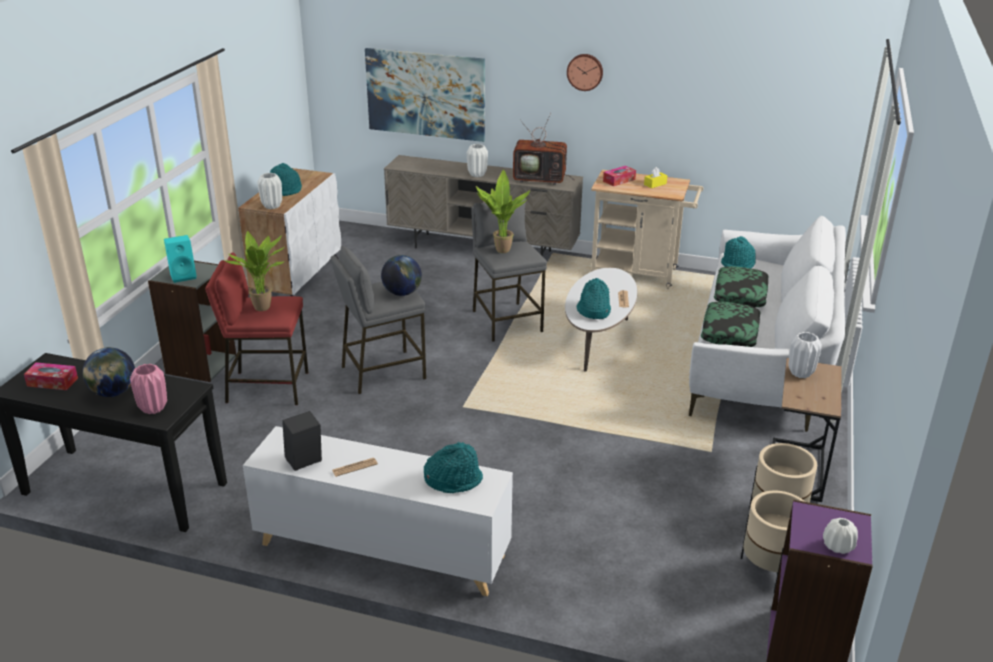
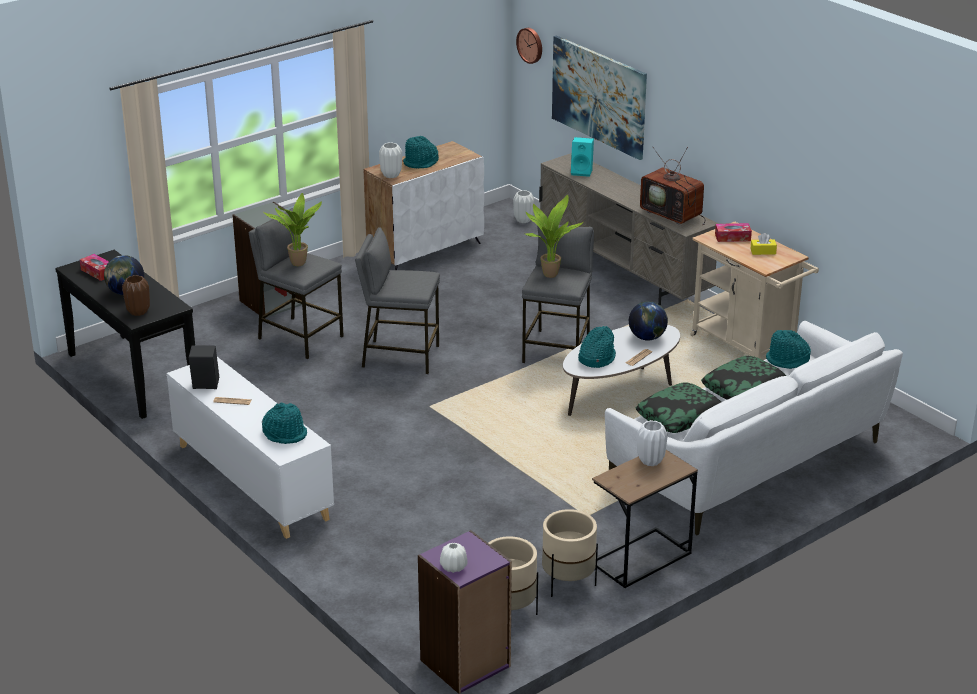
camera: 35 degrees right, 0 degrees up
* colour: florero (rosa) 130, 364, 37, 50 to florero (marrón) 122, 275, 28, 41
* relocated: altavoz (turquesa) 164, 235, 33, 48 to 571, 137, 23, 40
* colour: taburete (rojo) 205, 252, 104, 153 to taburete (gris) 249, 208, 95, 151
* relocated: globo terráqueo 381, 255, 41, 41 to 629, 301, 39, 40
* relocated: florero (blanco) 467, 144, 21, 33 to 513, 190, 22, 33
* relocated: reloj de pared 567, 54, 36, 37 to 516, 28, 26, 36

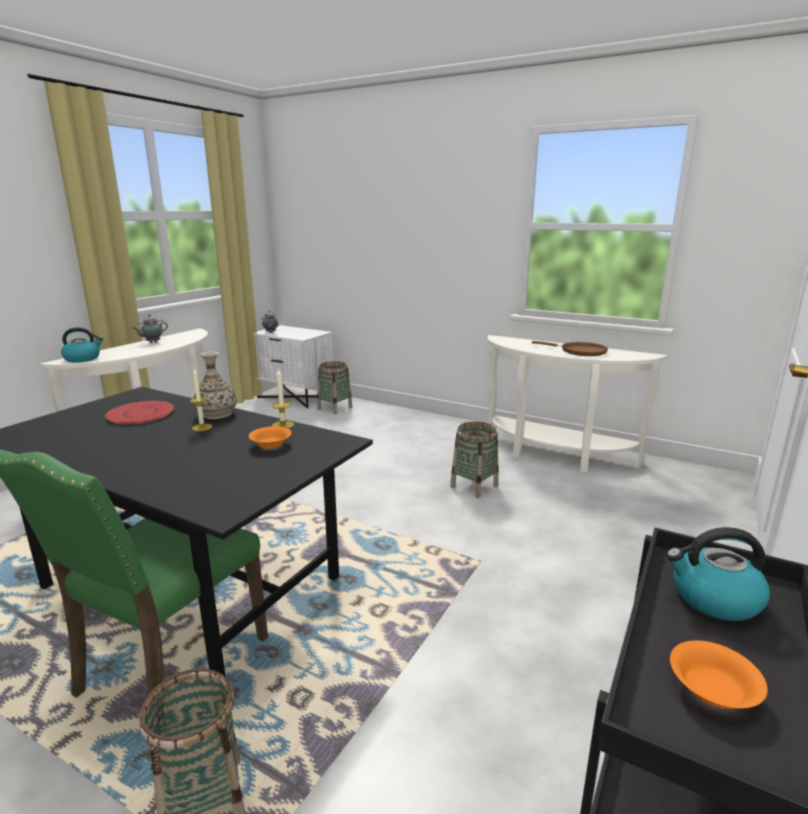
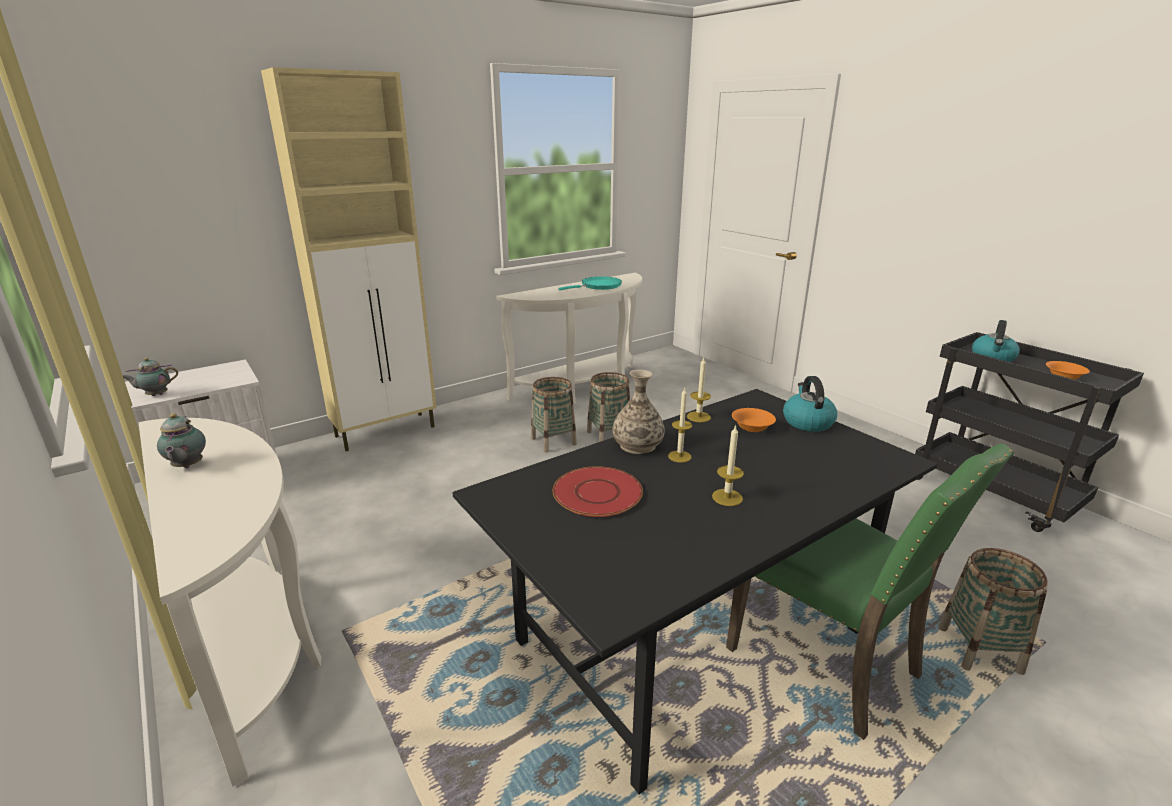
camera: 65 degrees left, 5 degrees up
* relocated: hervidor 61, 327, 42, 35 to 783, 376, 54, 56
* relocated: cesta 317, 361, 35, 53 to 531, 377, 46, 76
* colour: sartén (marrón) 532, 341, 76, 15 to sartén (turquesa) 558, 276, 64, 14
* appeared: armario (beis) 261, 67, 176, 384
* appeared: vela 712, 425, 32, 81

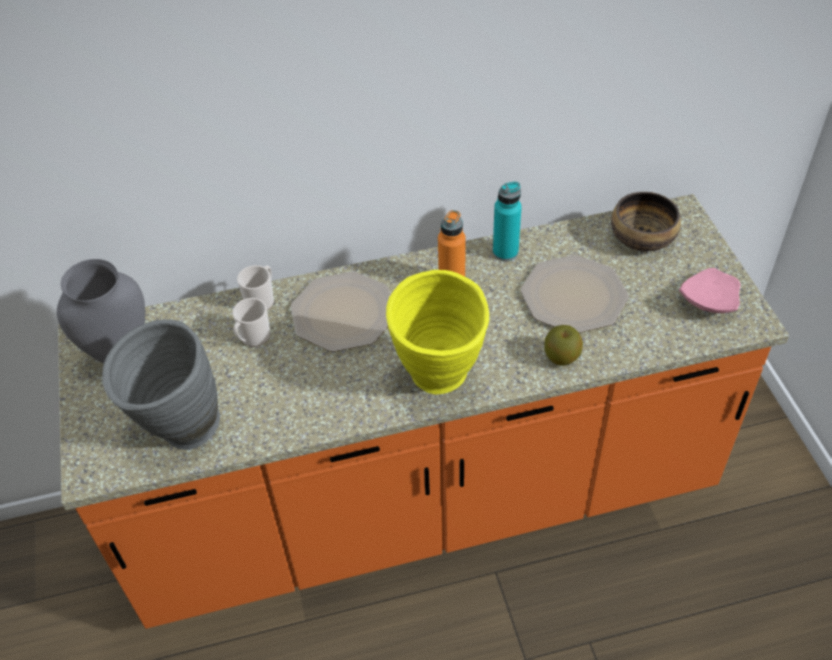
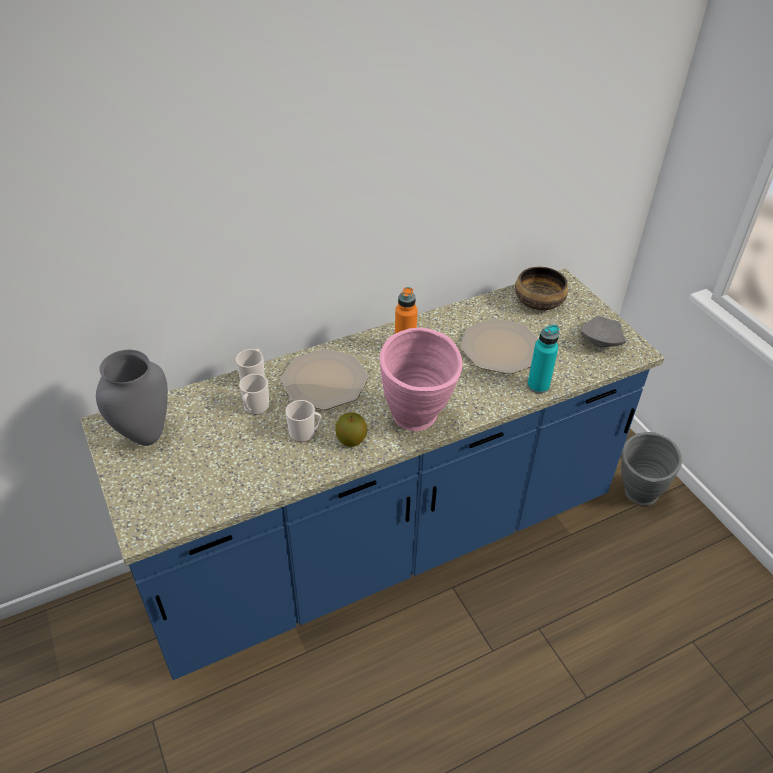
camera: 15 degrees left, 5 degrees down
* colour: mueble bajo de cocina (naranja) 58, 194, 731, 435 to mueble bajo de cocina (azul) 80, 269, 585, 411
* relocated: florero (gris) 102, 320, 118, 130 to 621, 432, 61, 74
* colour: florero (amarillo) 386, 270, 103, 124 to florero (rosa) 380, 328, 82, 103
* relocated: botella (turquesa) 493, 181, 29, 80 to 527, 325, 33, 68
* relocated: manzana 544, 325, 39, 41 to 335, 412, 32, 35
* colour: plato (rosa) 679, 268, 62, 45 to plato (gris) 580, 316, 46, 31
* appeared: taza grande 285, 400, 37, 42

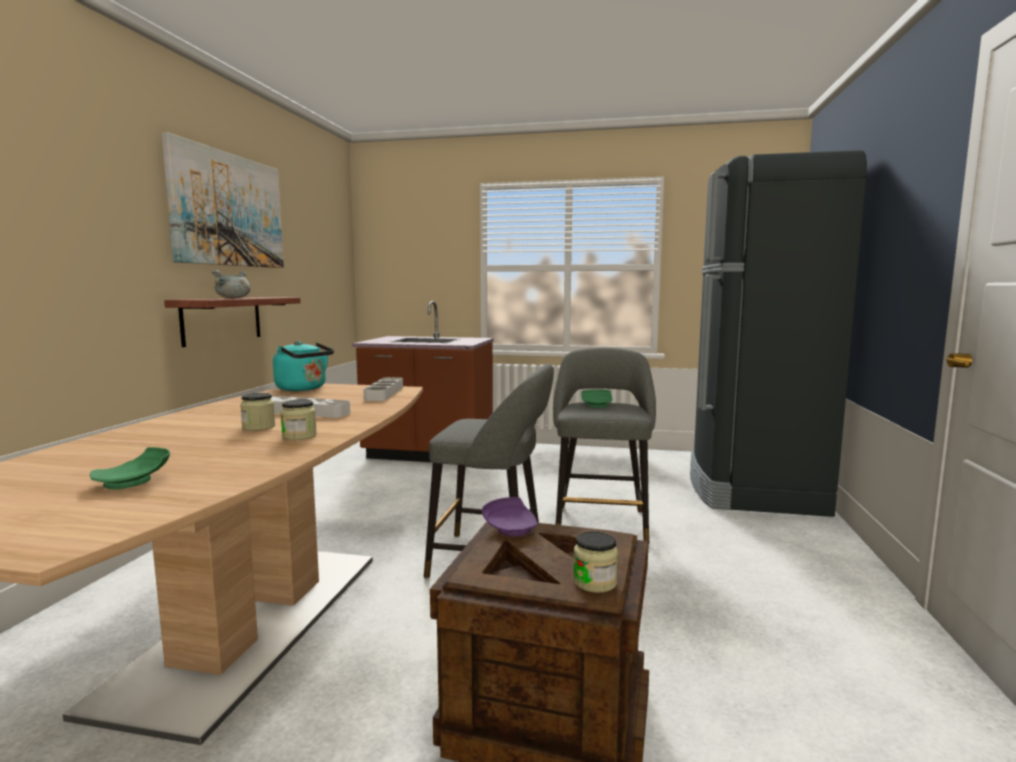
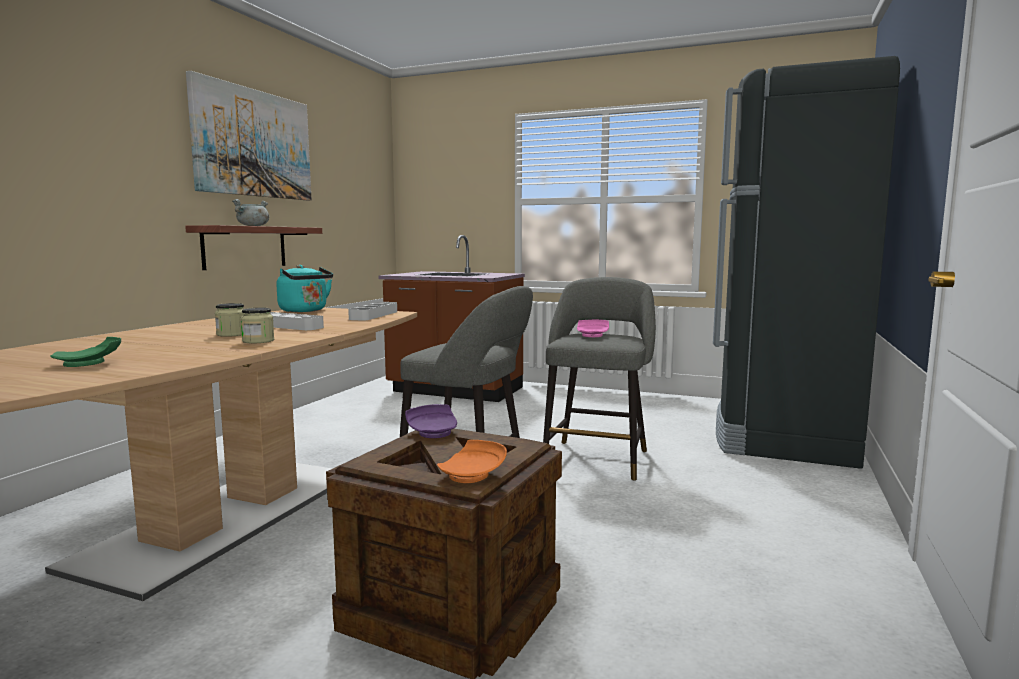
camera: 10 degrees right, 0 degrees up
* exchanged: tarro 573, 531, 45, 62 to plato (naranja) 437, 440, 70, 43
* colour: plato (verde) 581, 389, 32, 19 to plato (rosa) 577, 320, 32, 17

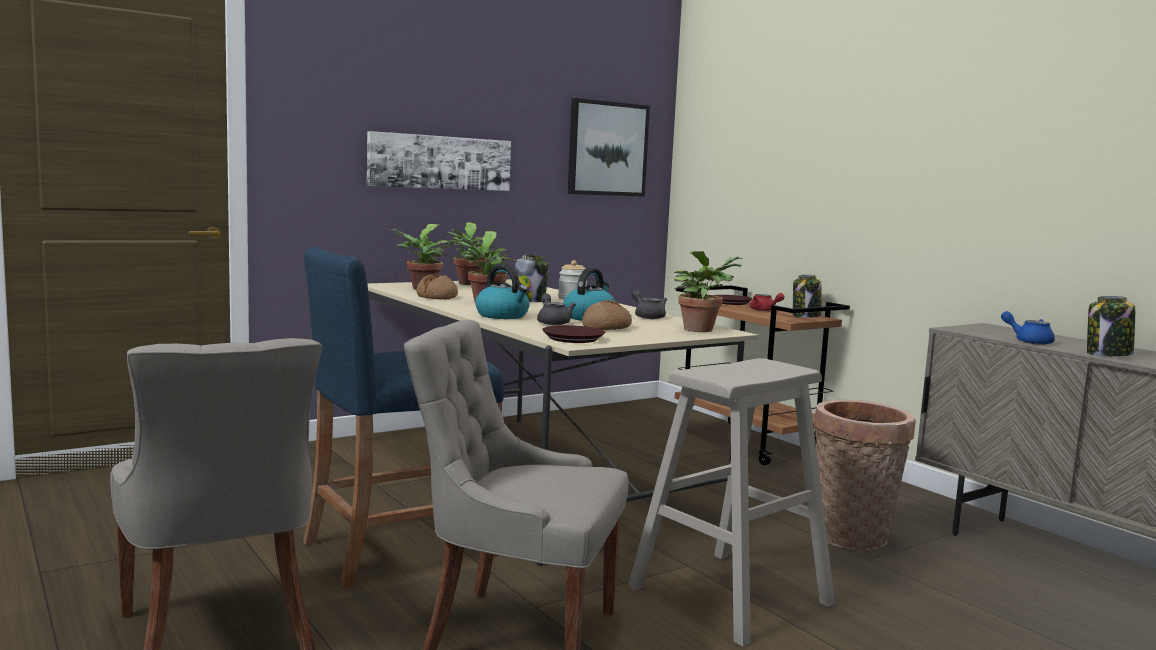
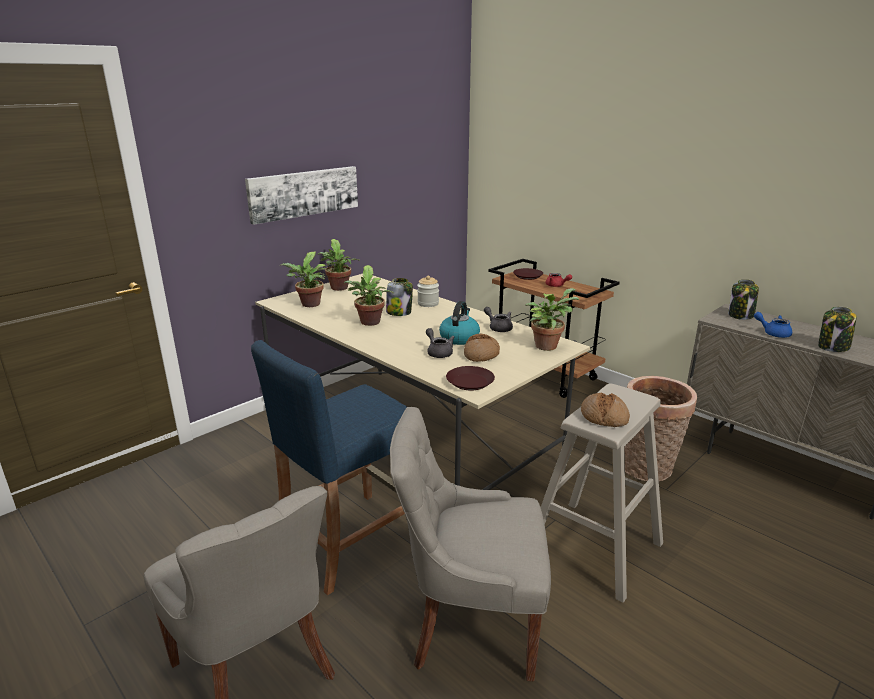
camera: 10 degrees left, 15 degrees up
* relocated: pan 416, 274, 42, 25 to 581, 393, 49, 34
* missing: hervidor 475, 265, 55, 54
* missing: cuadro 568, 98, 82, 99
* relocated: tarro 793, 275, 29, 43 to 728, 279, 31, 41

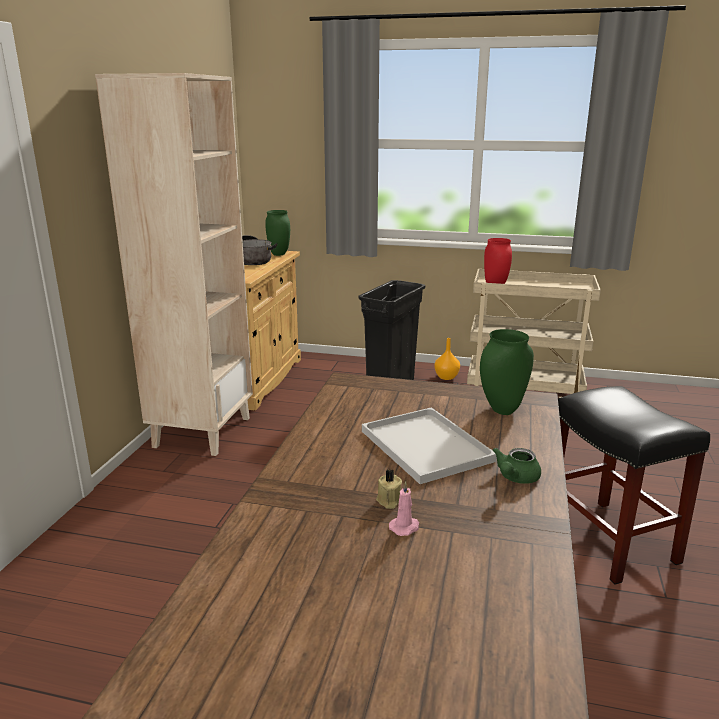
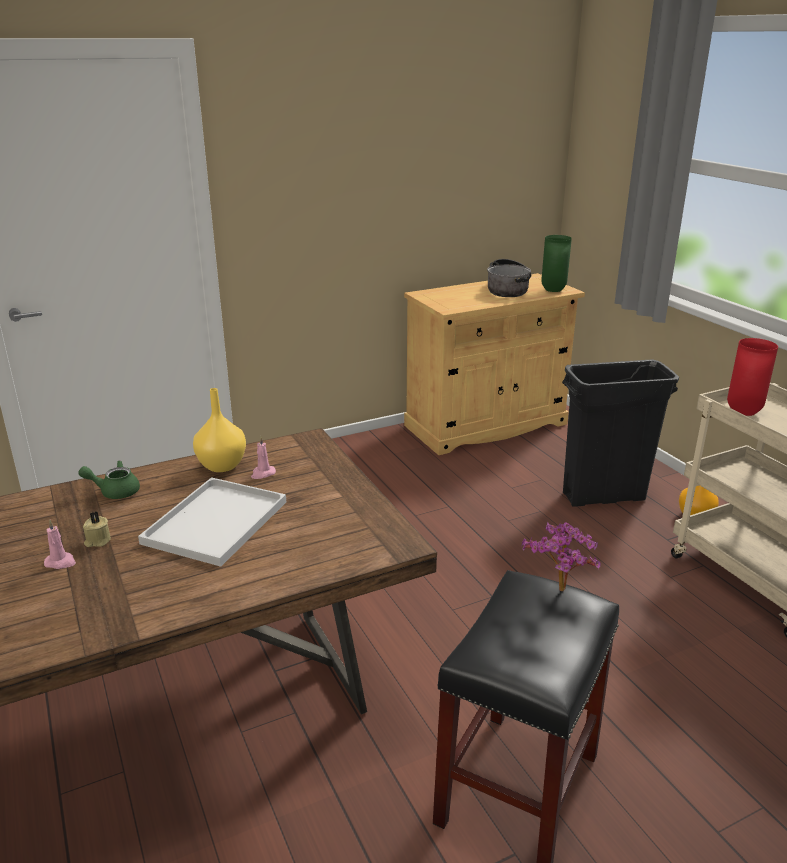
camera: 50 degrees right, 5 degrees up
* missing: estantería (beis) 95, 73, 158, 383
* missing: florero (verde) 480, 329, 54, 86
* relocated: tetera (verde) 493, 448, 48, 36 to 78, 460, 62, 39
* appeared: florero (amarillo) 193, 388, 53, 84
* appeared: vela (rosa) 251, 436, 25, 43
* appeared: planta en maceta 521, 522, 80, 70

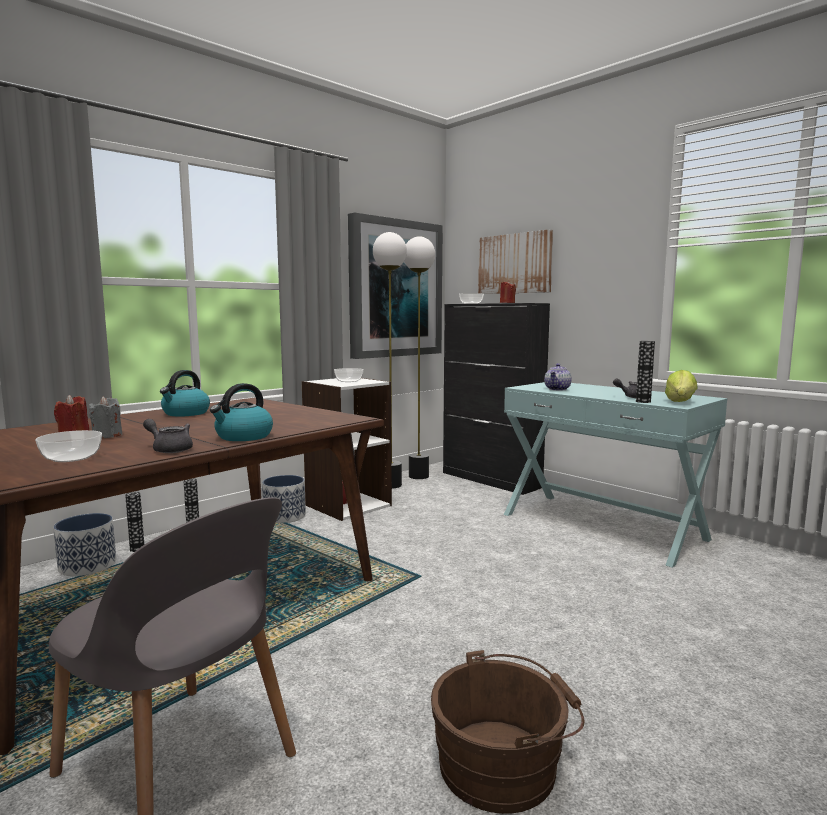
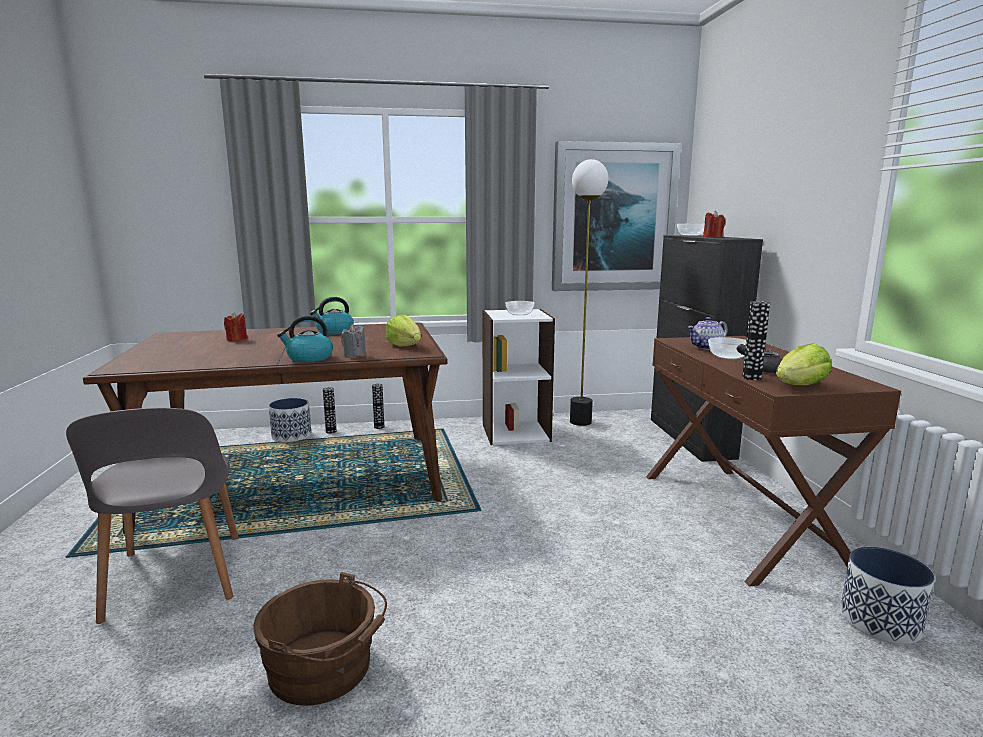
camera: 35 degrees right, 5 degrees up
* relocated: cuenco 35, 430, 67, 32 to 708, 337, 38, 22
* relocated: vela (gris) 89, 397, 33, 41 to 341, 324, 25, 34
* missing: tetera (gris) 143, 419, 50, 34
* relocated: maceta 262, 475, 44, 48 to 841, 547, 94, 97
* missing: lámpara de pie 404, 236, 31, 243
* missing: cuadro 478, 229, 75, 65
* colour: mesa consola (turquesa) 504, 382, 223, 185 to mesa consola (marrón) 646, 336, 255, 250
* appeared: lechuga 386, 314, 35, 33

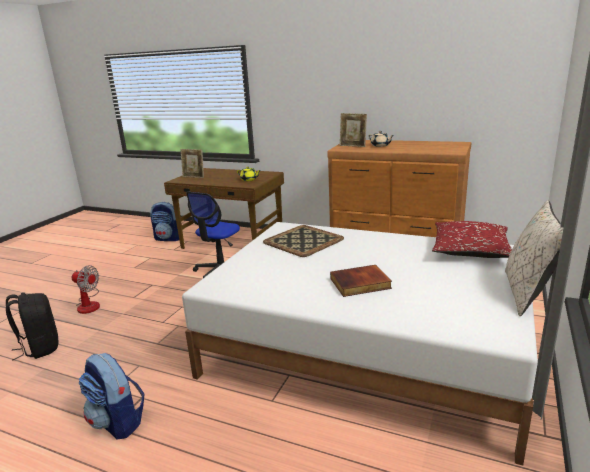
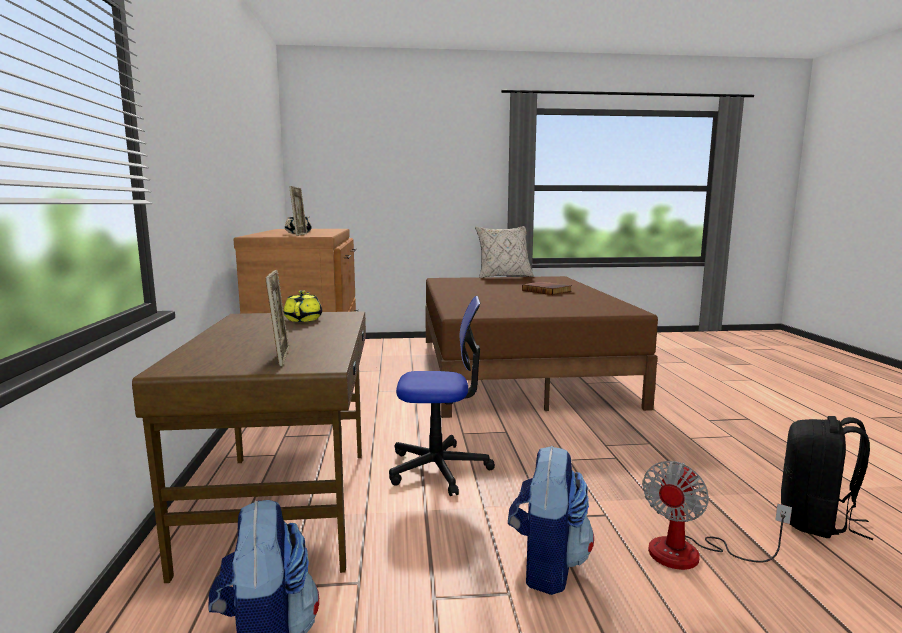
camera: 120 degrees left, 10 degrees down
* spun: ventilador 71, 265, 29, 49 = 642, 461, 150, 109 135 degrees counterclockwise
* relocated: mochila 79, 353, 65, 87 to 508, 445, 86, 150
* colour: cama (blanco) 182, 222, 356, 244 to cama (marrón) 425, 276, 233, 142
* missing: bandeja 263, 225, 81, 32
* missing: cojín (rojo) 432, 221, 80, 37

